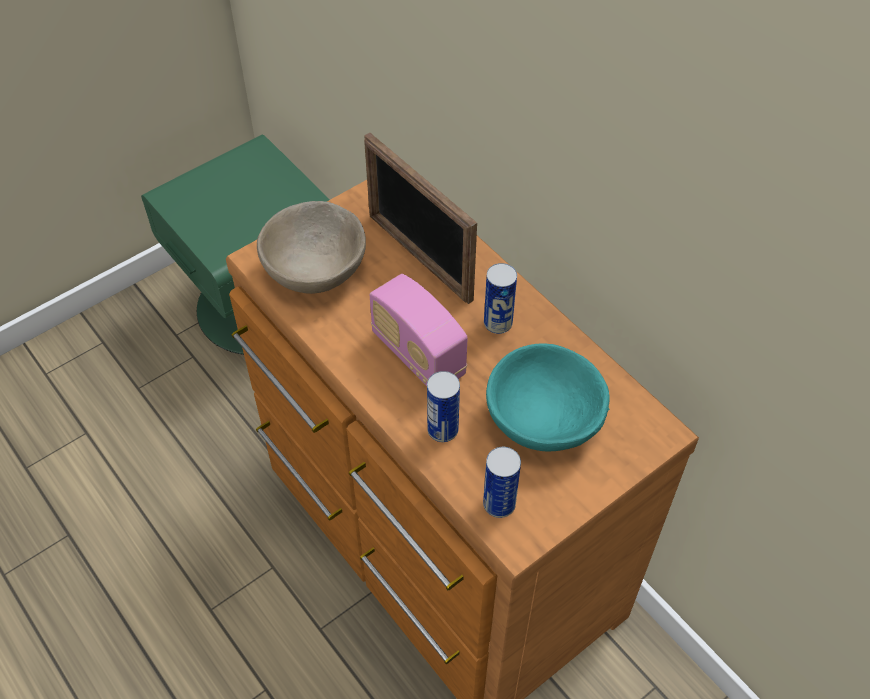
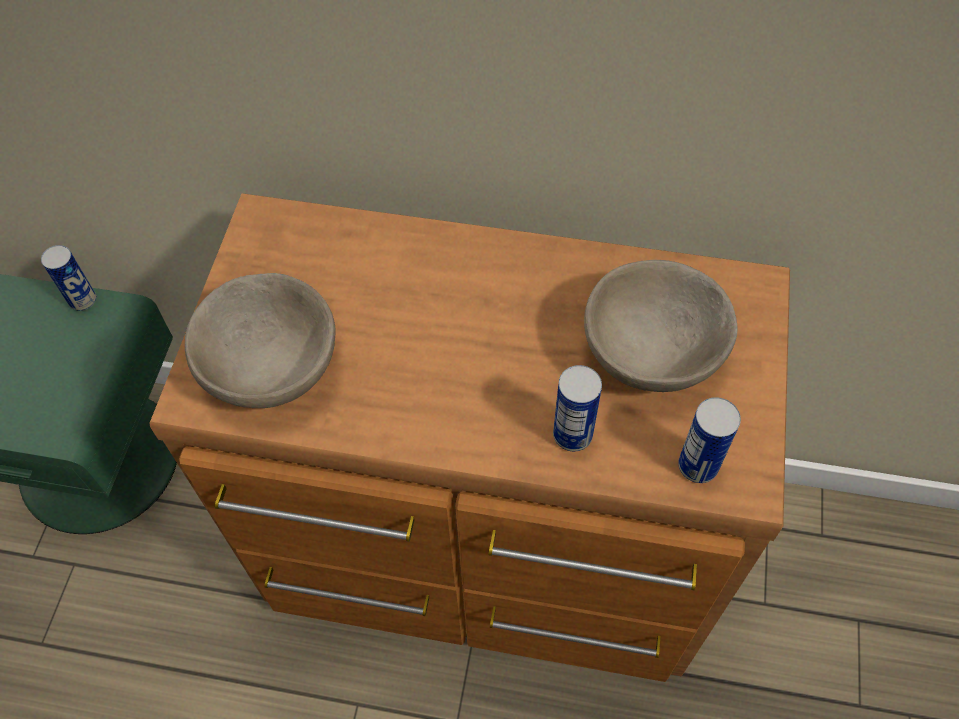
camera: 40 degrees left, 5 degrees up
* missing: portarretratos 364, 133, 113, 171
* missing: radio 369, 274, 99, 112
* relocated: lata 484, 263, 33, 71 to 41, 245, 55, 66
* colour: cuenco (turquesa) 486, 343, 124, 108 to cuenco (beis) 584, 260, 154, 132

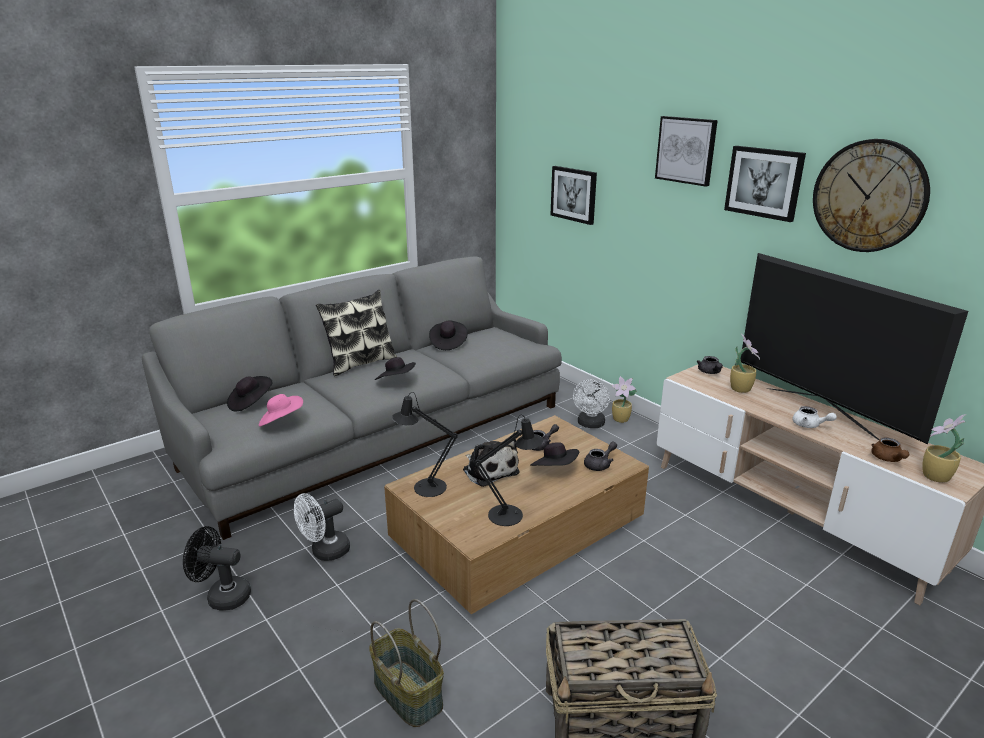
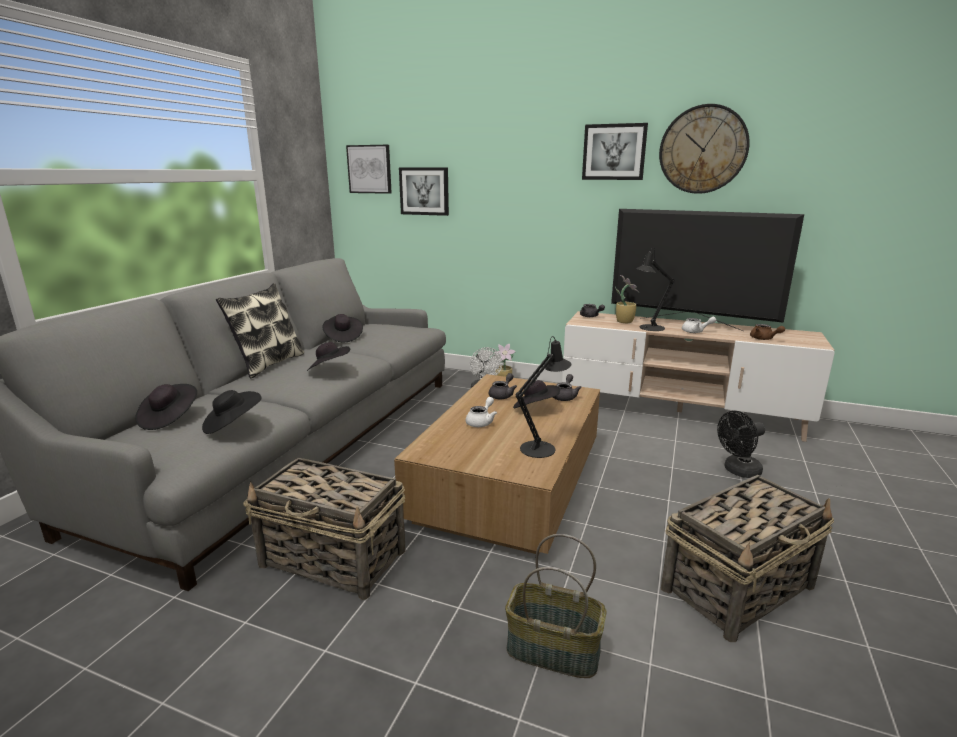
camera: 30 degrees left, 5 degrees down
* relocated: ventilador (negro) 183, 526, 68, 85 to 717, 411, 48, 67
* colour: sombrero (rosa) 259, 394, 44, 33 to sombrero (negro) 202, 390, 60, 44
* exchanged: ventilador (blanco) 294, 493, 56, 68 to cesta 243, 458, 162, 142
* relocated: lámpara de mesa (negro) 392, 392, 66, 105 to 636, 247, 39, 84
* exchanged: peluche 463, 439, 57, 48 to tetera (blanco) 466, 397, 31, 30
* relocated: cuadro 655, 116, 63, 71 to 346, 145, 46, 49
* missing: planta en maceta 922, 414, 44, 69

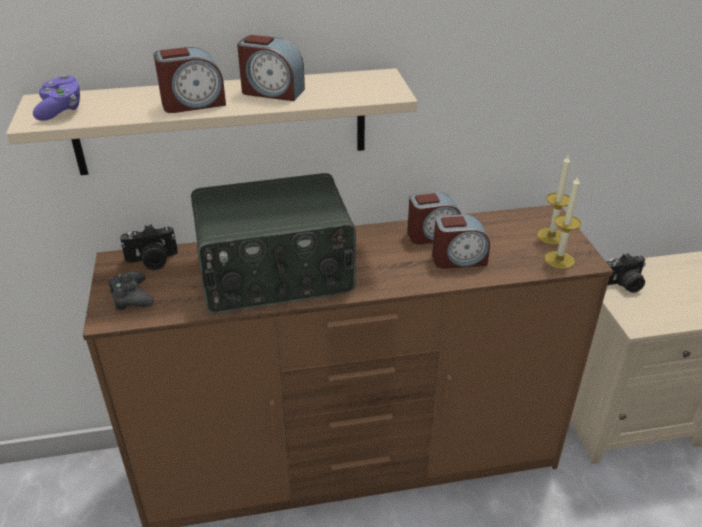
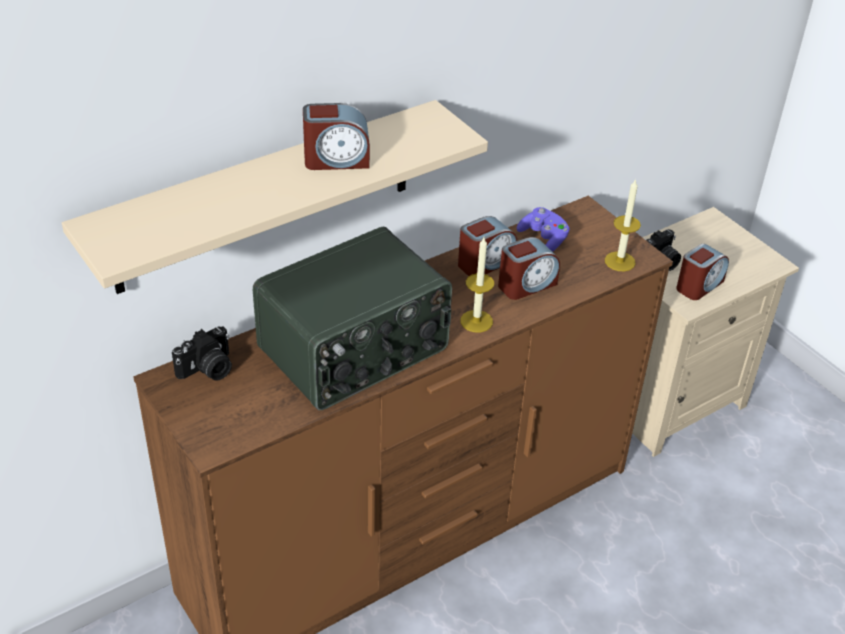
camera: 25 degrees left, 5 degrees up
* relocated: mando de consola (morado) 33, 74, 47, 47 to 517, 207, 53, 45
* missing: mando de consola (negro) 108, 271, 46, 39
* relocated: despertador 154, 47, 72, 66 to 676, 244, 53, 56
* relocated: vela 537, 155, 33, 90 to 460, 238, 34, 95

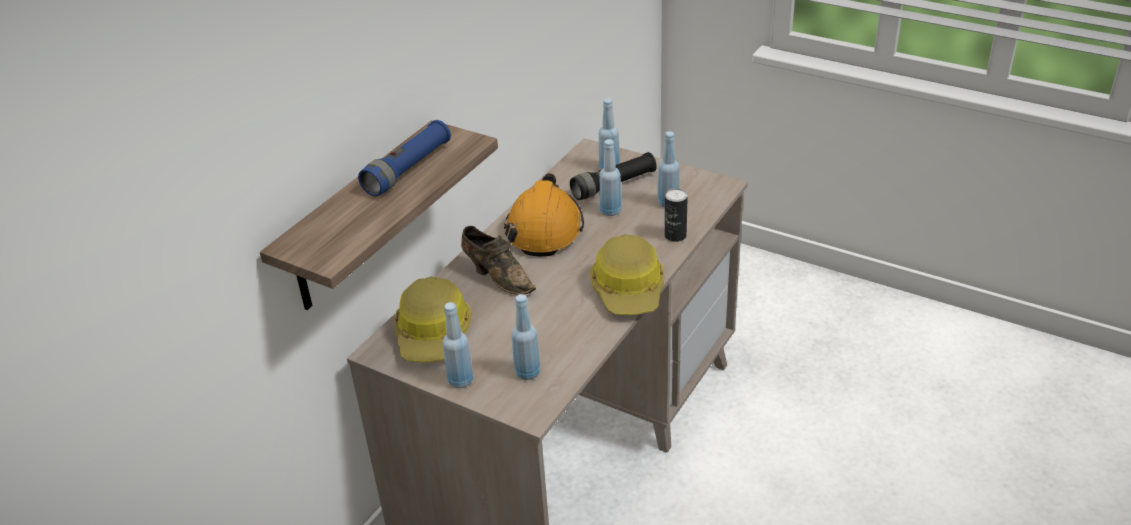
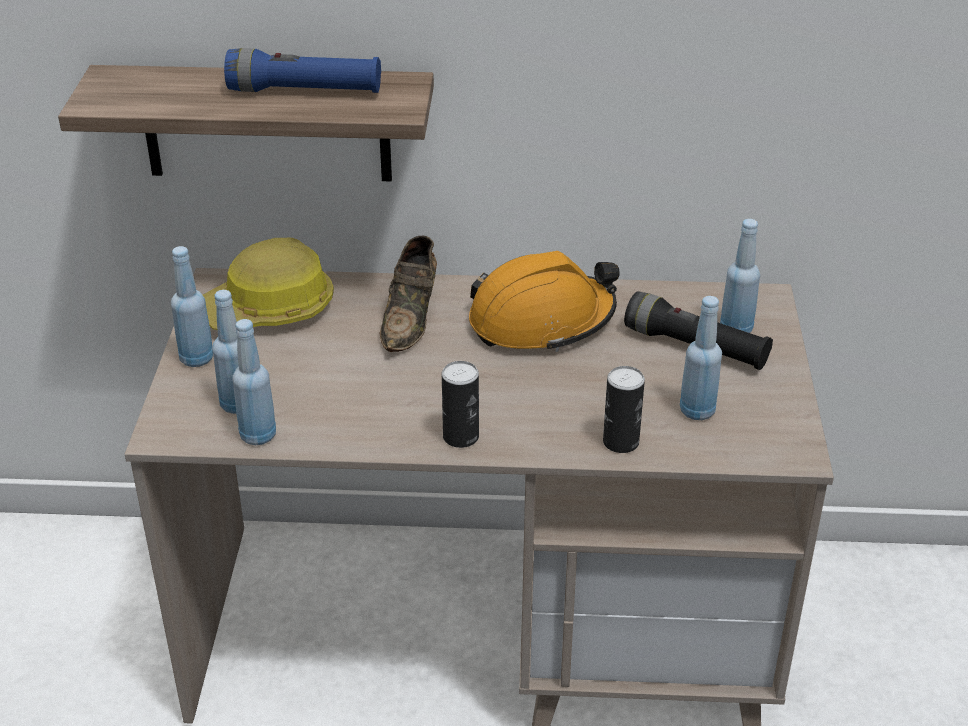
camera: 60 degrees right, 0 degrees up
* exchanged: casco 590, 234, 74, 81 to lata 442, 361, 37, 87
* relocated: botella (azul) 599, 139, 23, 77 to 232, 319, 44, 126

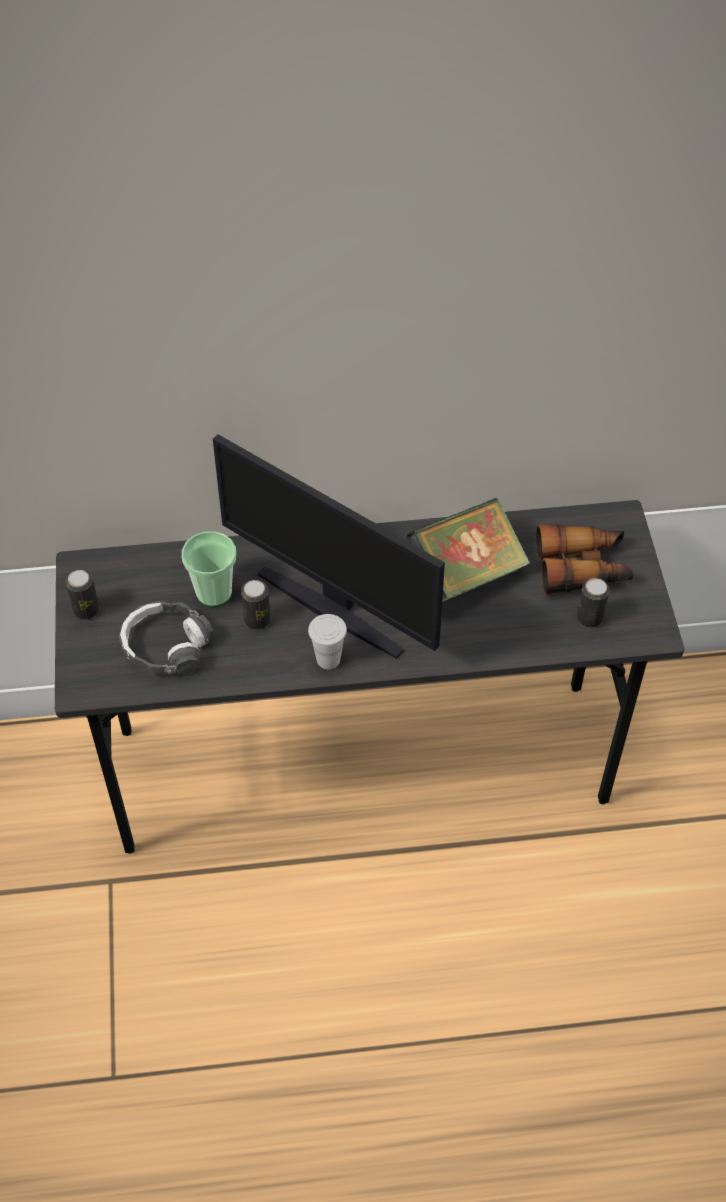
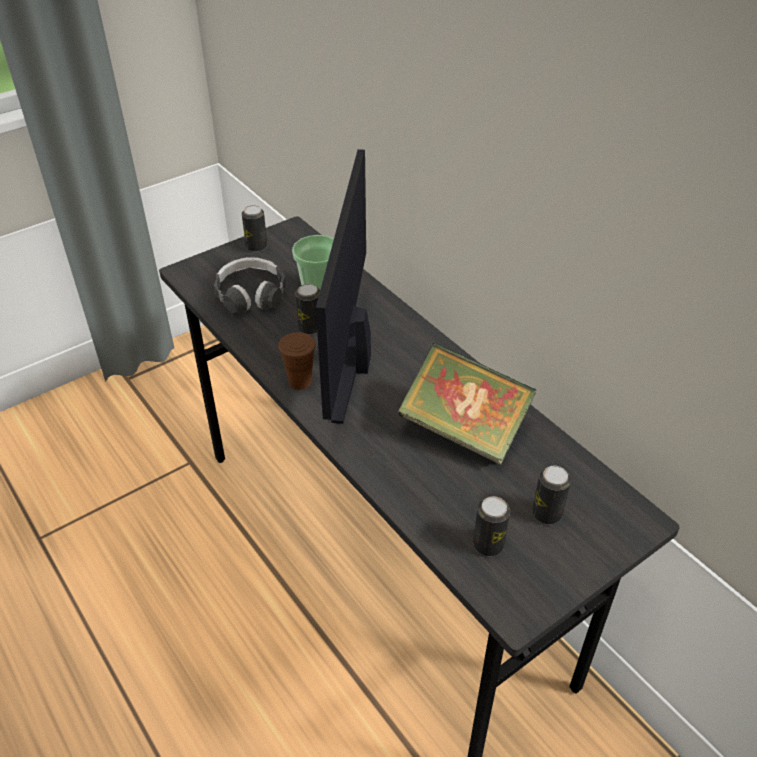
camera: 60 degrees right, 10 degrees down
* colour: taza (blanco) 308, 614, 39, 55 to taza (marrón) 278, 332, 38, 58
* exchanged: prismáticos 536, 525, 97, 70 to lata 532, 466, 39, 58

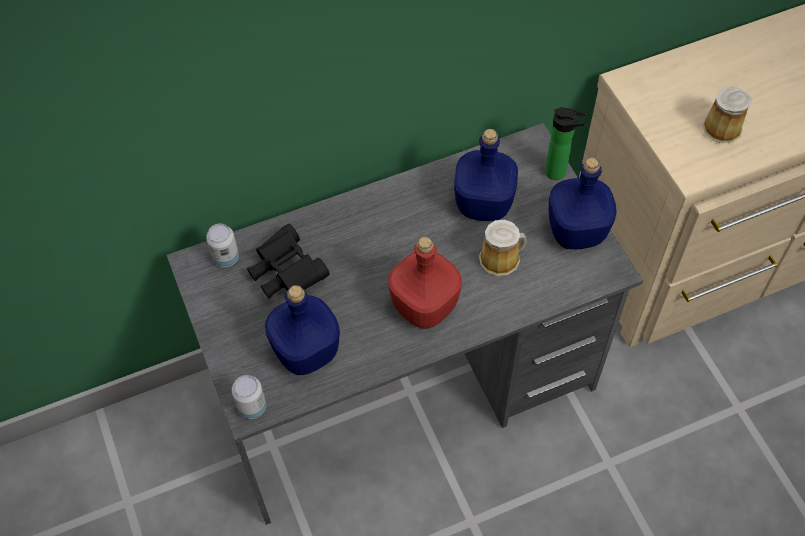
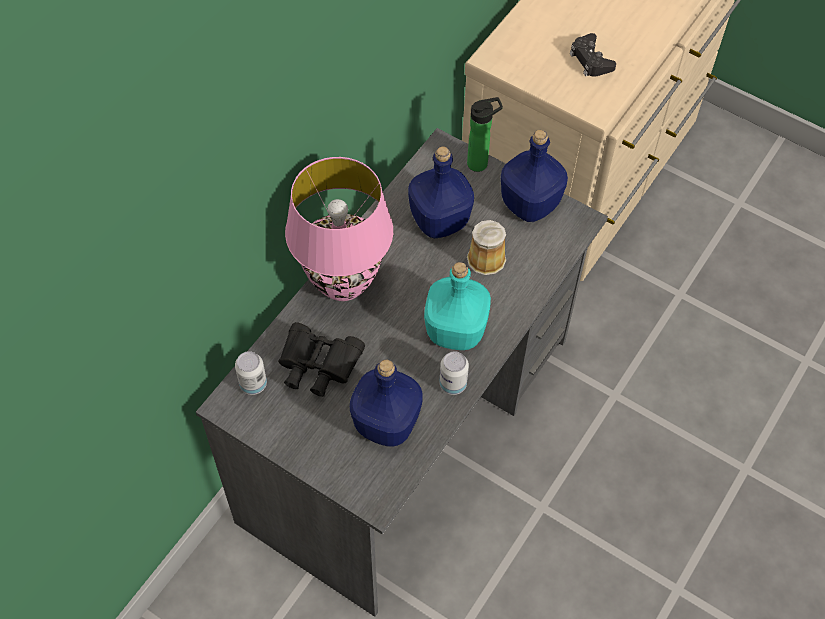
camera: 35 degrees left, 0 degrees up
* relocated: lata 232, 375, 34, 44 to 439, 351, 30, 44
* colour: botella (rojo) 388, 237, 74, 92 to botella (turquesa) 424, 262, 67, 88
* exchanged: taza grande 702, 86, 50, 58 to mando de consola (negro) 570, 33, 46, 44
* appeared: lámpara de mesa (rosa) 285, 157, 108, 144

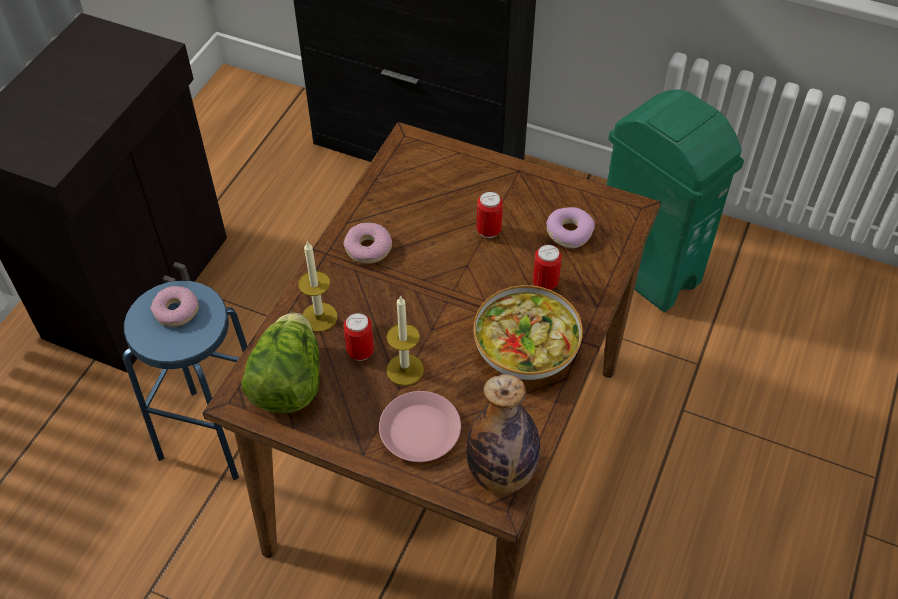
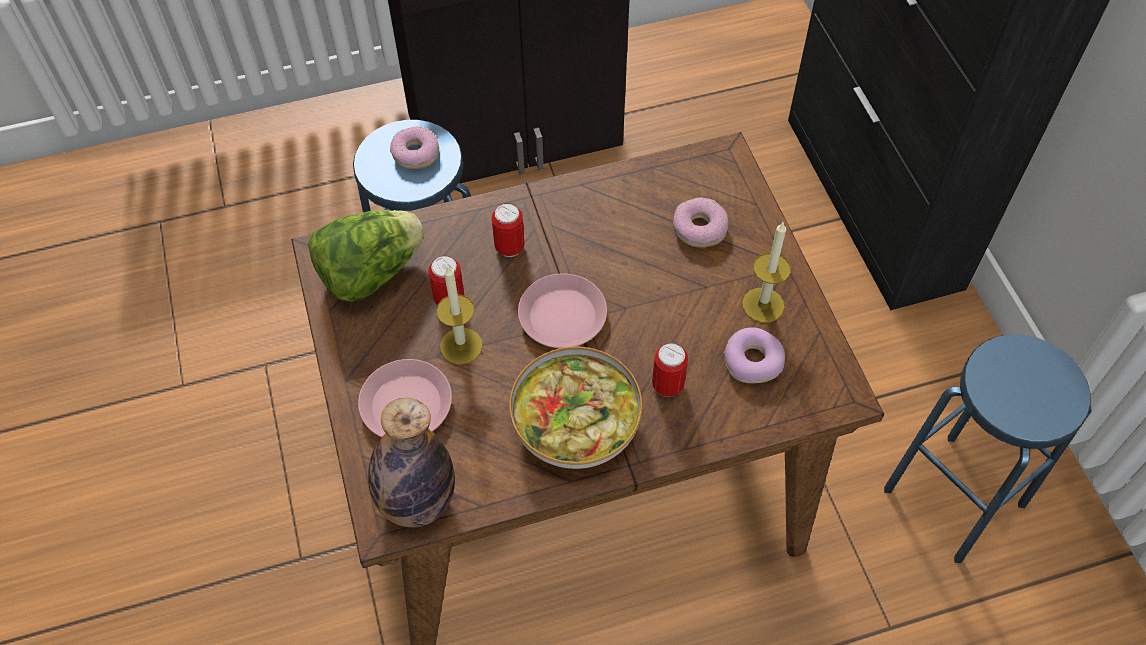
camera: 50 degrees right, 5 degrees up
* relocated: vela 298, 241, 40, 91 to 742, 222, 49, 101
* relocated: rosquilla 344, 223, 48, 41 to 673, 197, 55, 51
* relocated: lata 477, 191, 26, 47 to 492, 203, 32, 54
* exchanged: papelera (verde) 607, 89, 137, 223 to taburete (azul) 884, 334, 208, 229
* appeared: plato (rosa) 518, 273, 89, 75

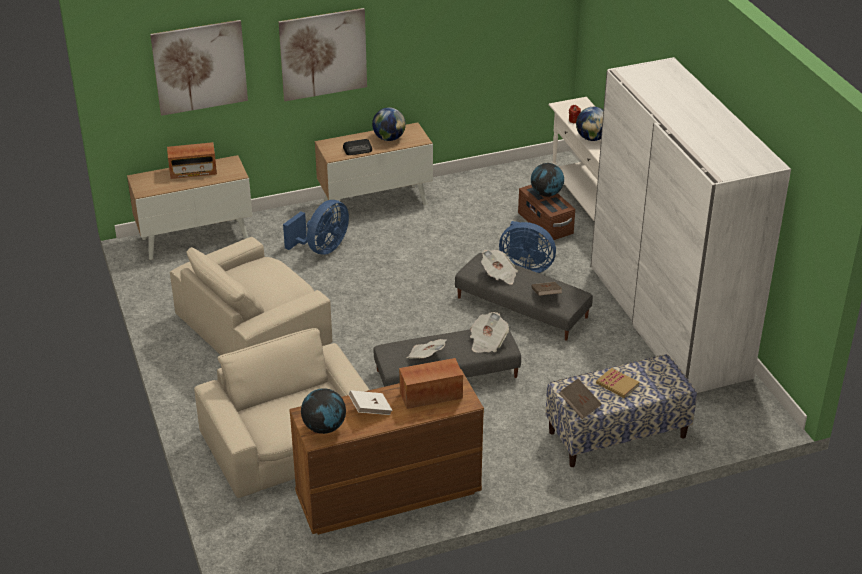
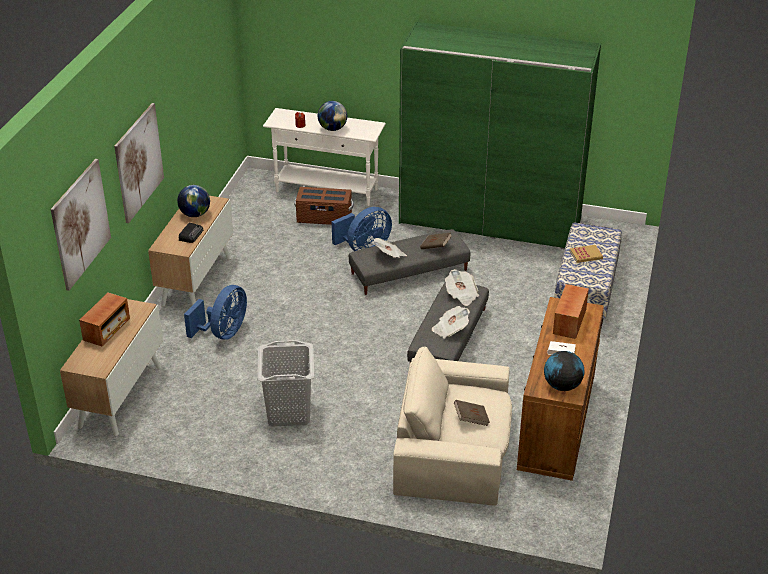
camera: 55 degrees left, 0 degrees up
* exchanged: sillón (beis) 170, 237, 162, 118 to cesto de la ropa (gris) 257, 340, 57, 86
* spun: ventilador (azul) 283, 200, 66, 55 = 184, 285, 63, 55 45 degrees clockwise
* missing: globo terráqueo 531, 163, 33, 34
* relocated: libro (marrón) 559, 379, 42, 40 to 454, 400, 36, 26
* colour: armario ropero (blanco) 591, 57, 200, 336 to armario ropero (verde) 399, 22, 202, 227

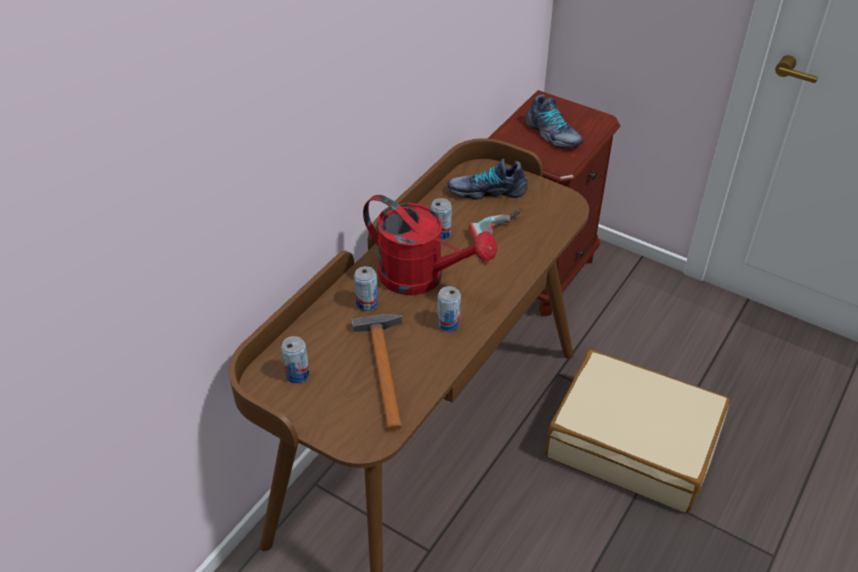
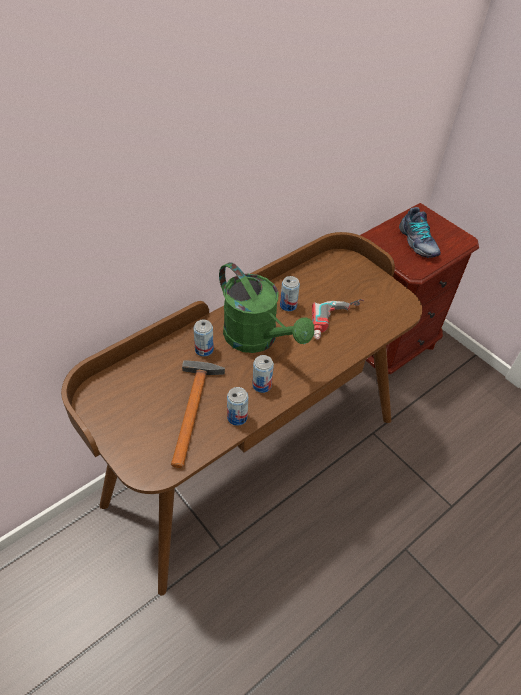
camera: 15 degrees right, 5 degrees up
* relocated: lata 281, 336, 29, 47 to 227, 387, 21, 39
* colour: regadera (rojo) 363, 195, 134, 100 to regadera (verde) 219, 262, 95, 91
* missing: zapato 448, 159, 80, 40
* missing: maleta (beis) 546, 350, 184, 163

